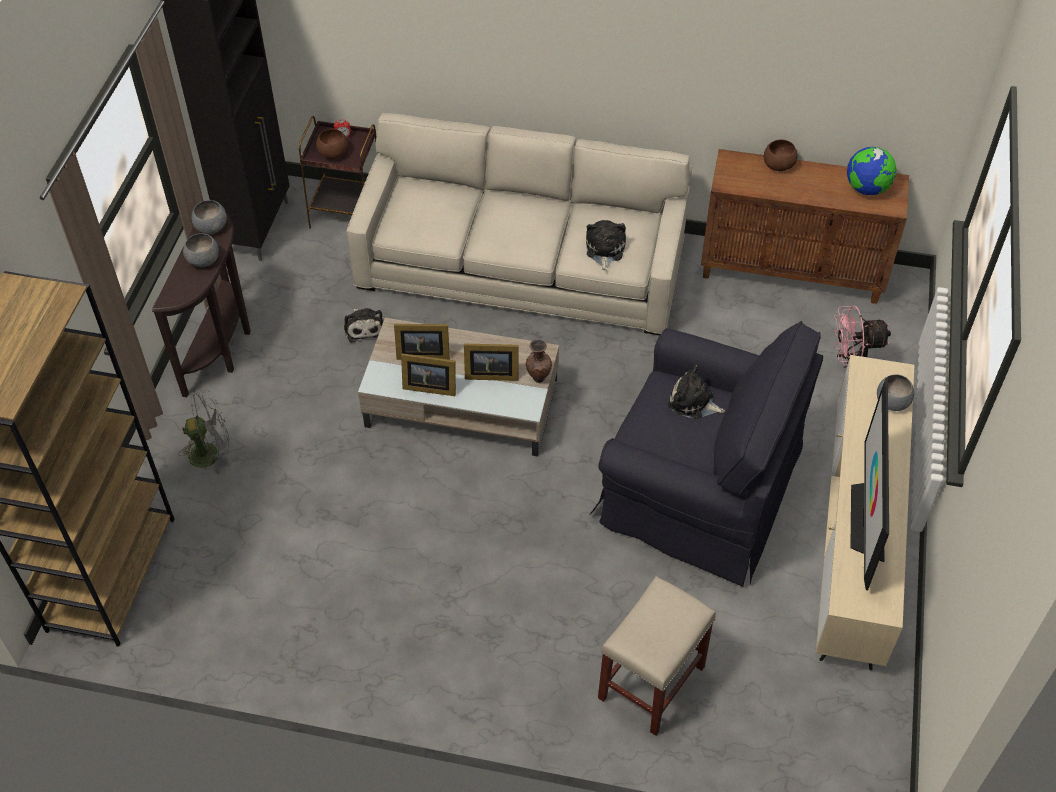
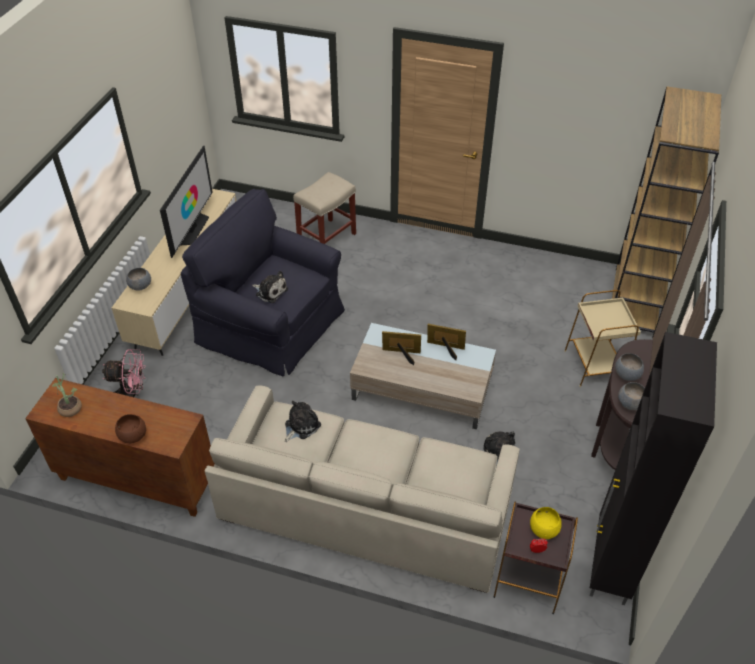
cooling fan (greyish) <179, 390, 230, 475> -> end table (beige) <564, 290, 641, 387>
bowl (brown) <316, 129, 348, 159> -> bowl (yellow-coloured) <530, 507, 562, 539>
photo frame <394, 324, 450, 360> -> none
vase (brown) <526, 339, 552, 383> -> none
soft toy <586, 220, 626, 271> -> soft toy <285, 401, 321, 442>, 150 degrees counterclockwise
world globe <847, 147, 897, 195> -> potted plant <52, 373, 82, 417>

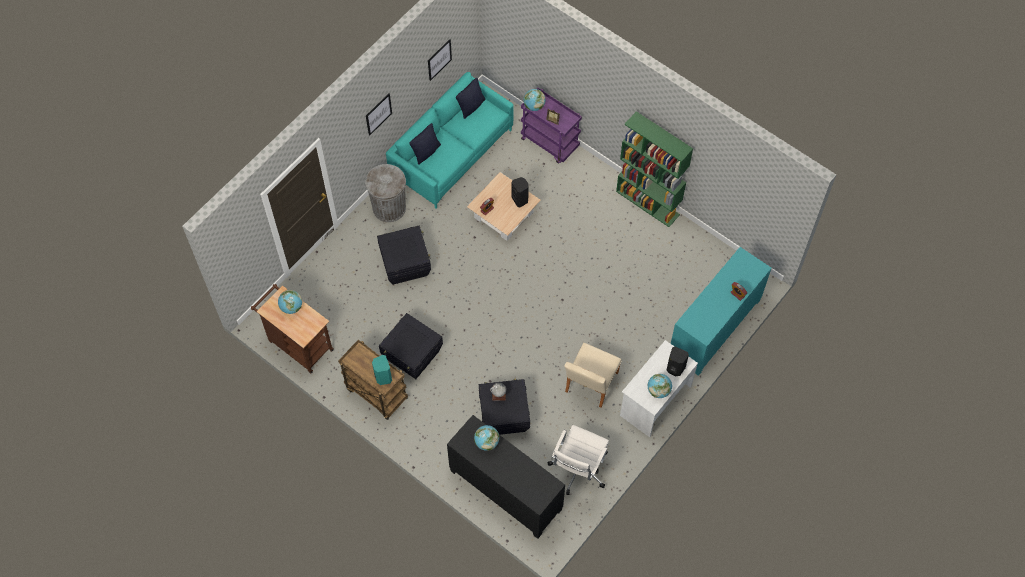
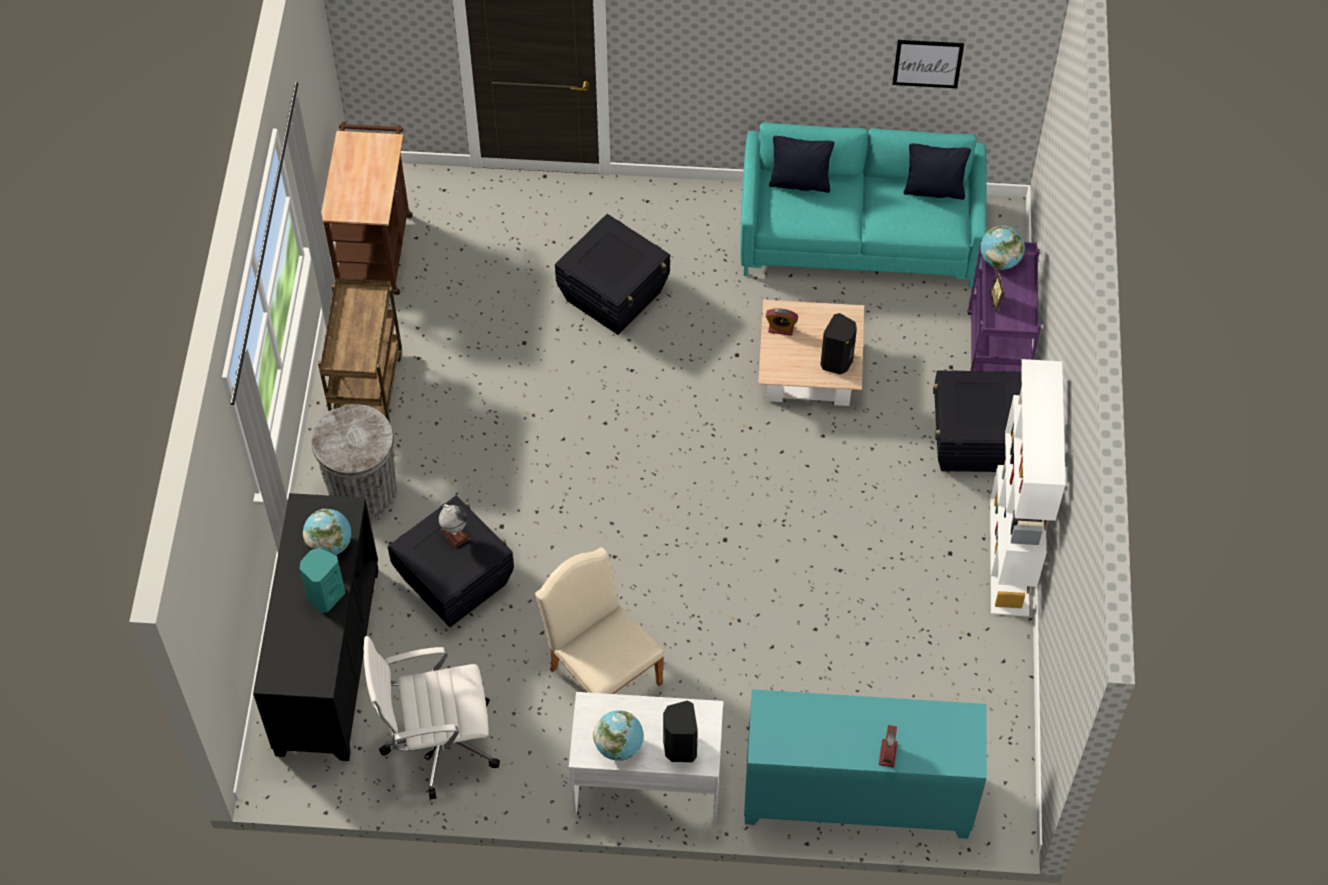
world globe <278, 290, 302, 314> -> none
waste bin (greyish) <365, 164, 406, 222> -> waste bin (greyish) <311, 404, 397, 521>, moved
wall picture <366, 93, 392, 136> -> none
loudspeaker (blue-green) <372, 355, 392, 385> -> loudspeaker (blue-green) <300, 548, 345, 613>, moved
storage box (black) <379, 313, 443, 379> -> storage box (black) <933, 370, 1022, 472>, moved
upright chair (beige) <564, 343, 621, 408> -> upright chair (beige) <535, 547, 664, 694>, 60 degrees clockwise
bookcase (green-coloured) <616, 111, 693, 227> -> bookcase (whitish) <990, 359, 1065, 617>

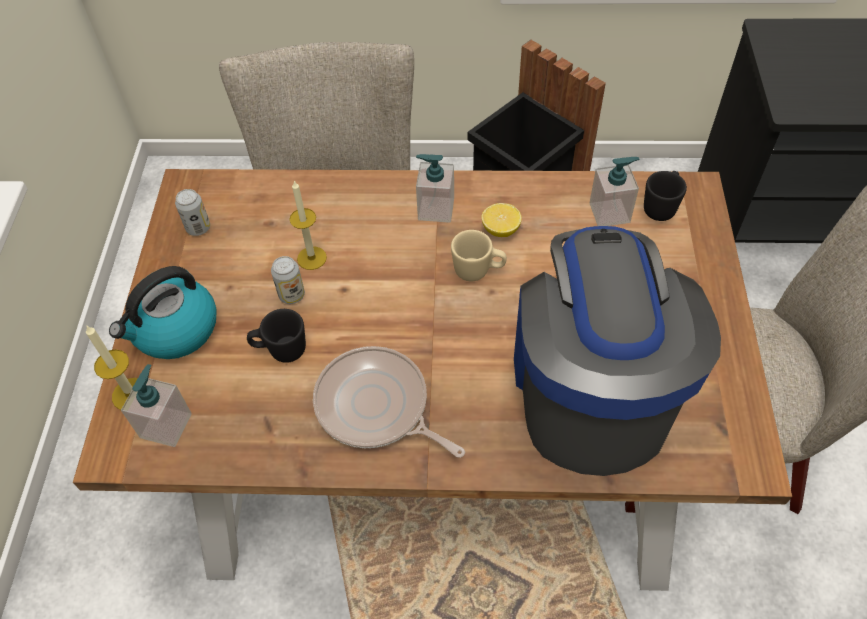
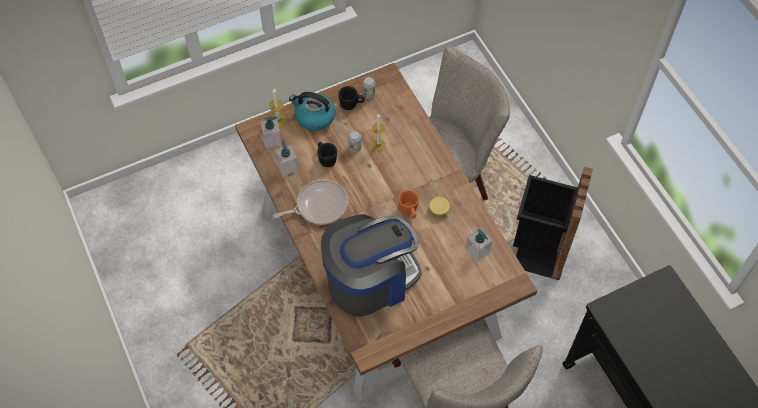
pan <313, 346, 465, 458> -> pan <273, 180, 348, 225>, 60 degrees clockwise
soap bottle <416, 154, 454, 223> -> soap bottle <275, 139, 298, 176>, moved
coffee mug (beige) <451, 230, 507, 281> -> coffee mug (orange-coloured) <398, 190, 419, 219>
coffee mug (black) <644, 171, 687, 221> -> coffee mug (black) <338, 86, 365, 110>, moved

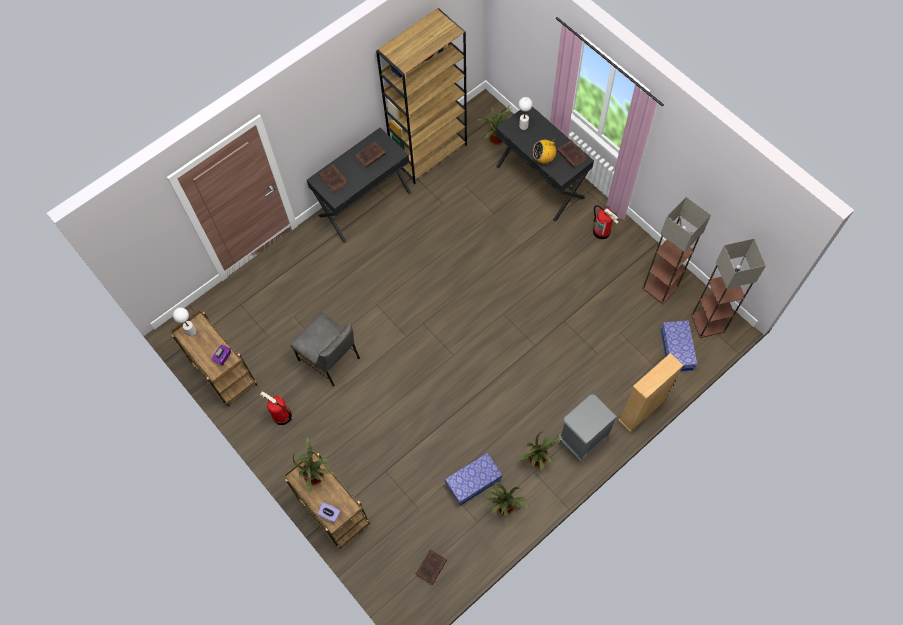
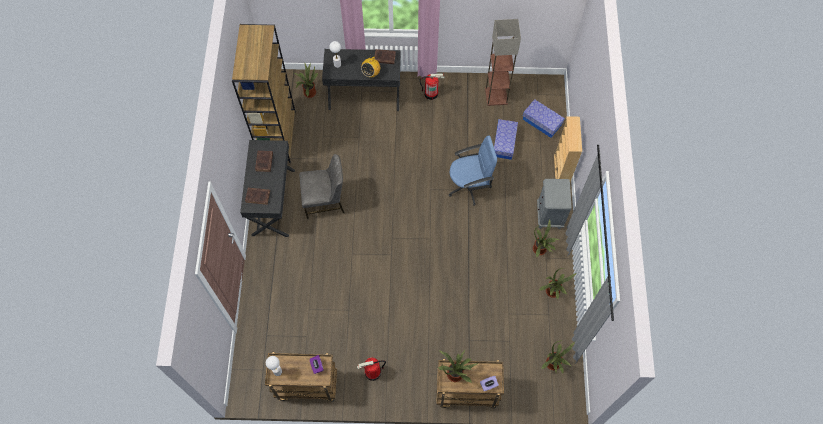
upright chair (greyish) <290, 312, 360, 386> -> upright chair (greyish) <299, 154, 345, 219>, moved
volume (brown) <416, 549, 447, 585> -> potted plant <541, 340, 575, 374>
storage box <445, 453, 502, 506> -> storage box <494, 119, 518, 160>, moved
floor lamp <691, 238, 766, 338> -> none
none -> computer chair (blue-coloured) <449, 135, 497, 206>

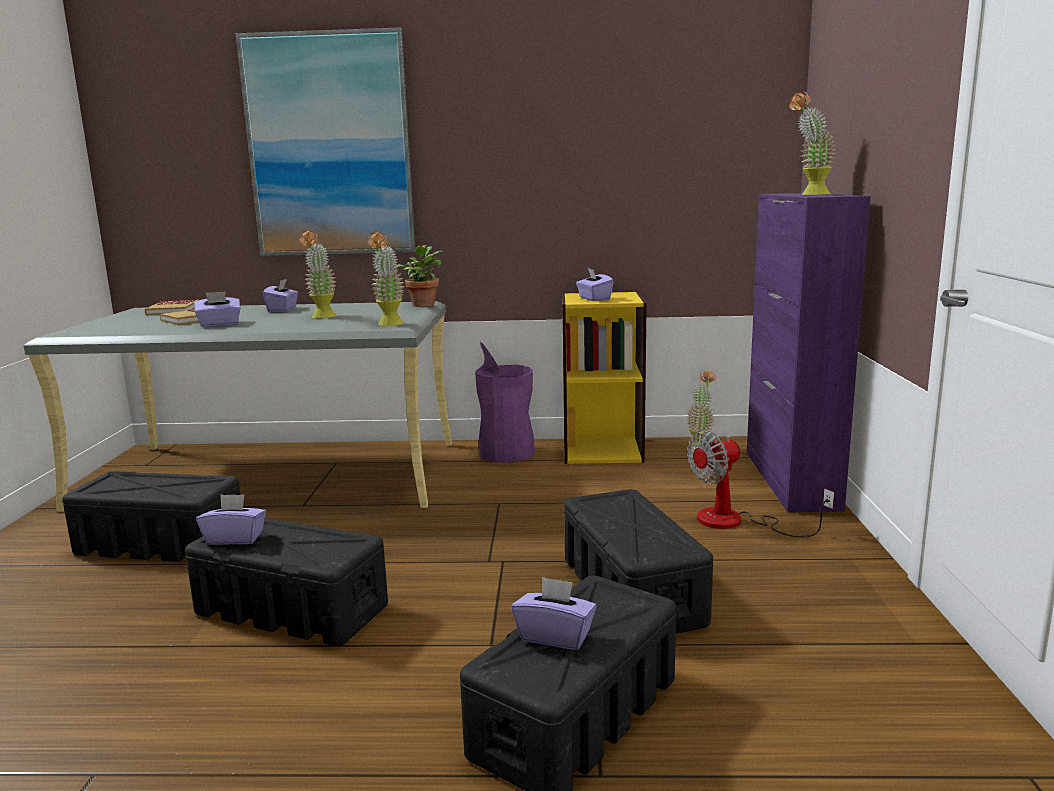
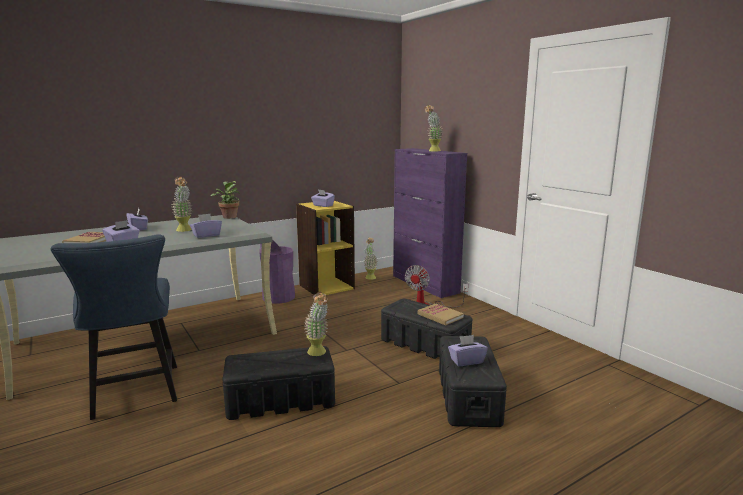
storage box (black) <62, 471, 241, 562> -> upright chair (blue-coloured) <50, 234, 177, 420>
volume <145, 300, 199, 315> -> volume <418, 304, 464, 325>, moved
tissue holder (purplish) <196, 494, 266, 545> -> tissue holder (purplish) <190, 214, 222, 238>, moved
wall picture <236, 27, 416, 256> -> none
potted plant <367, 231, 405, 326> -> potted plant <304, 292, 328, 356>, moved

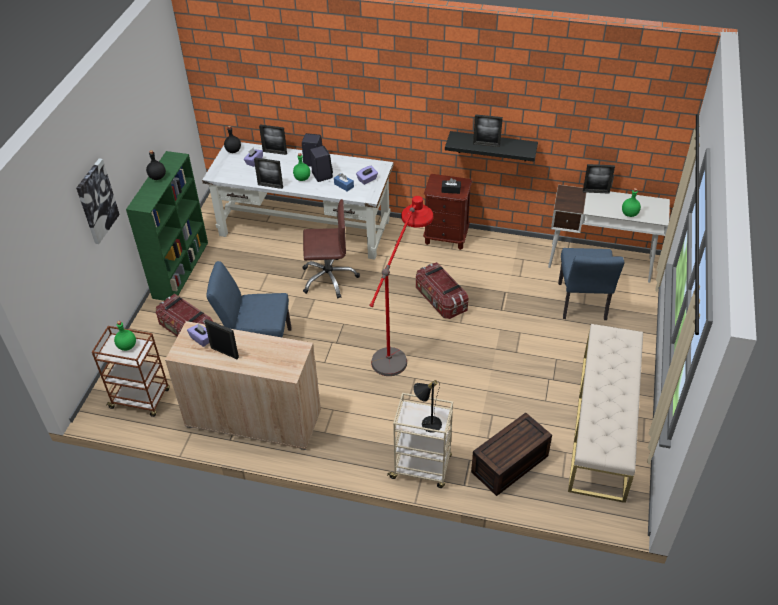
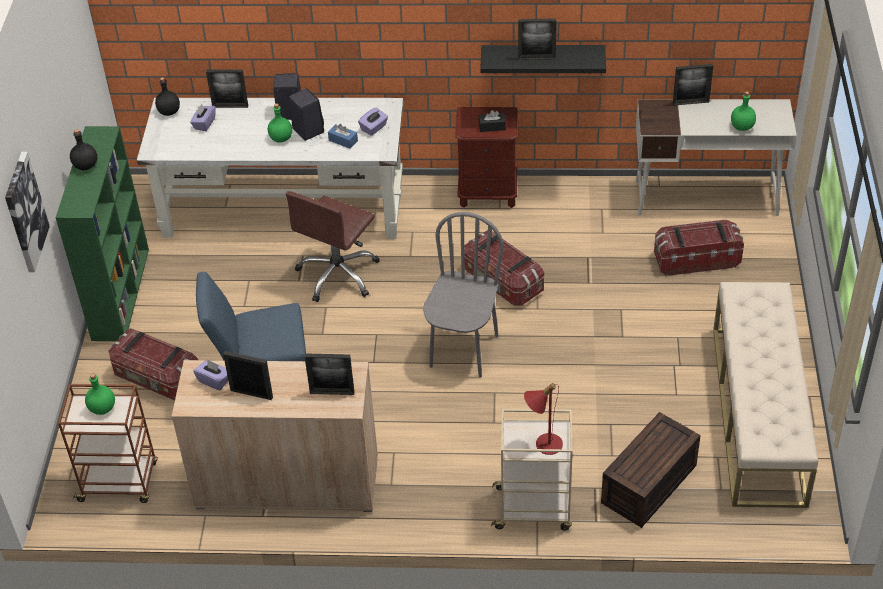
photo frame <254, 158, 283, 189> -> photo frame <305, 353, 354, 395>, moved
computer chair (brown) <302, 199, 360, 299> -> computer chair (brown) <286, 191, 380, 302>, 135 degrees clockwise
floor lamp (reddish) <369, 196, 433, 376> -> upright chair (greyish) <423, 212, 504, 377>
table lamp (black) <413, 380, 442, 433> -> table lamp (reddish) <524, 383, 563, 455>
upright chair (blue-coloured) <558, 248, 624, 320> -> storage box <654, 220, 744, 276>

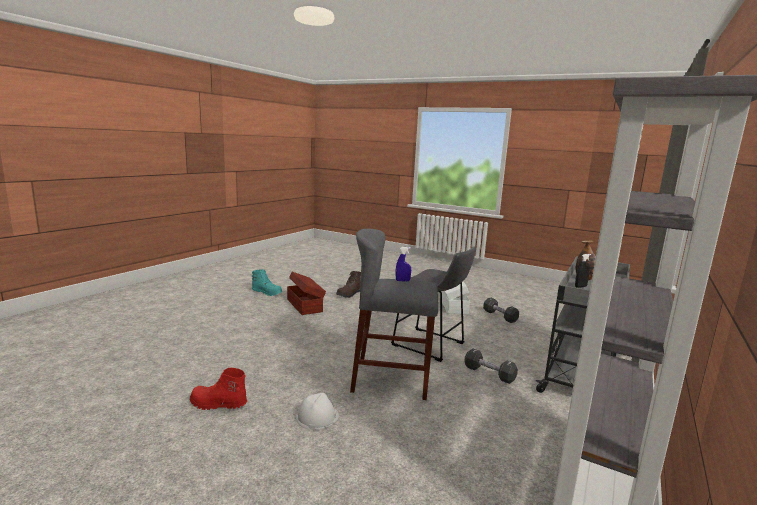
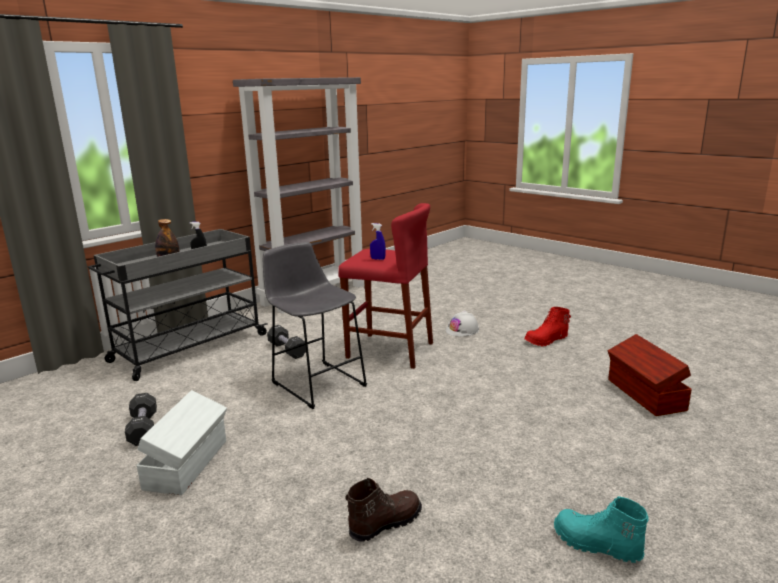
tall boot (reddish) <190, 368, 247, 410> -> tall boot (reddish) <524, 307, 571, 346>, 135 degrees clockwise
storage box (brown) <287, 272, 326, 315> -> storage box (brown) <608, 334, 692, 416>, moved
sitting stool (greyish) <350, 229, 438, 400> -> sitting stool (reddish) <338, 203, 433, 369>

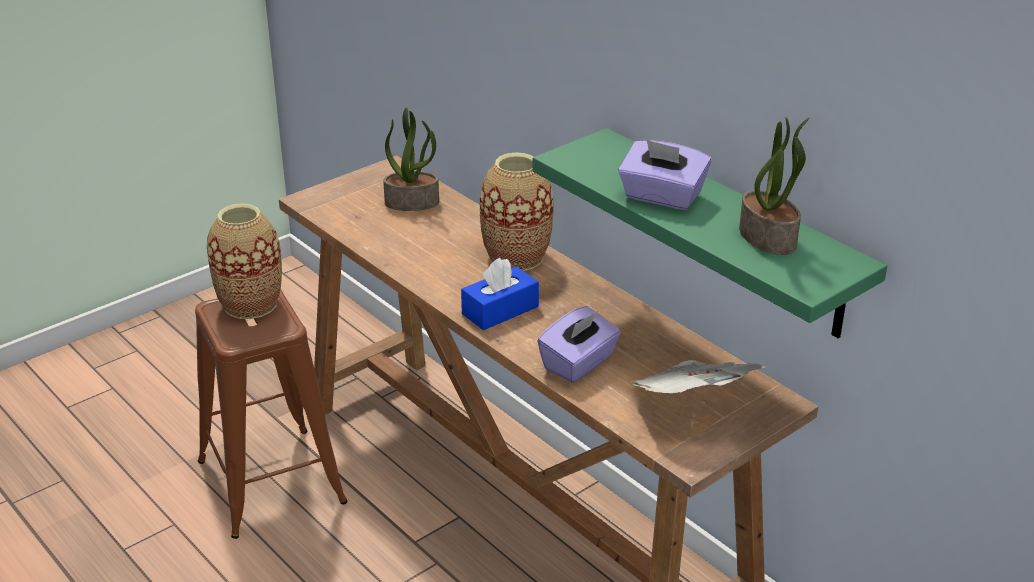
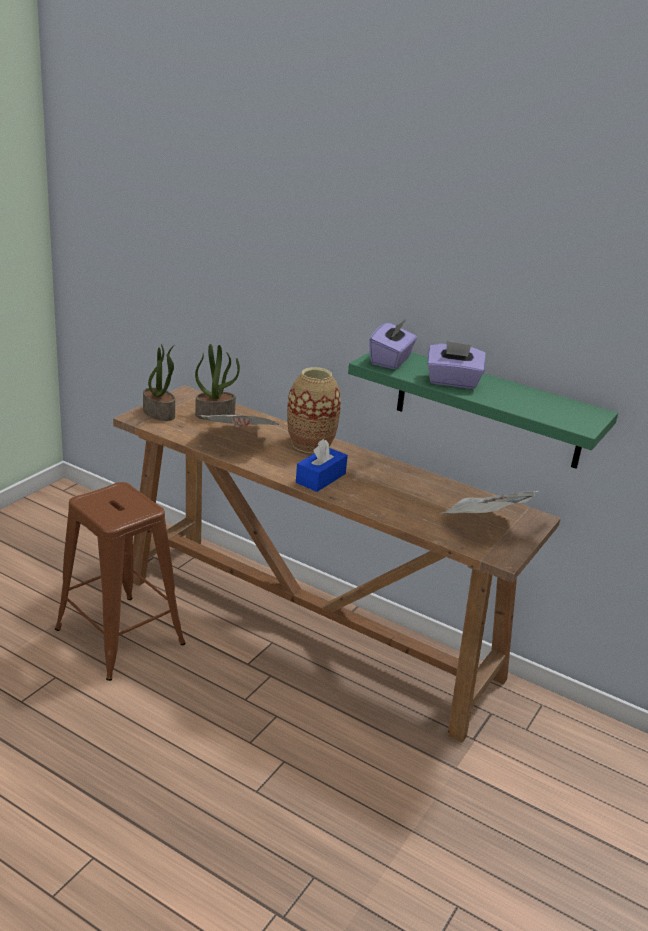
vase <207, 203, 282, 319> -> none
tissue holder (purplish) <537, 306, 621, 383> -> tissue holder (purplish) <369, 319, 417, 369>, moved
potted plant <739, 118, 809, 255> -> potted plant <143, 344, 175, 421>, moved
none -> newspaper <198, 415, 279, 428>

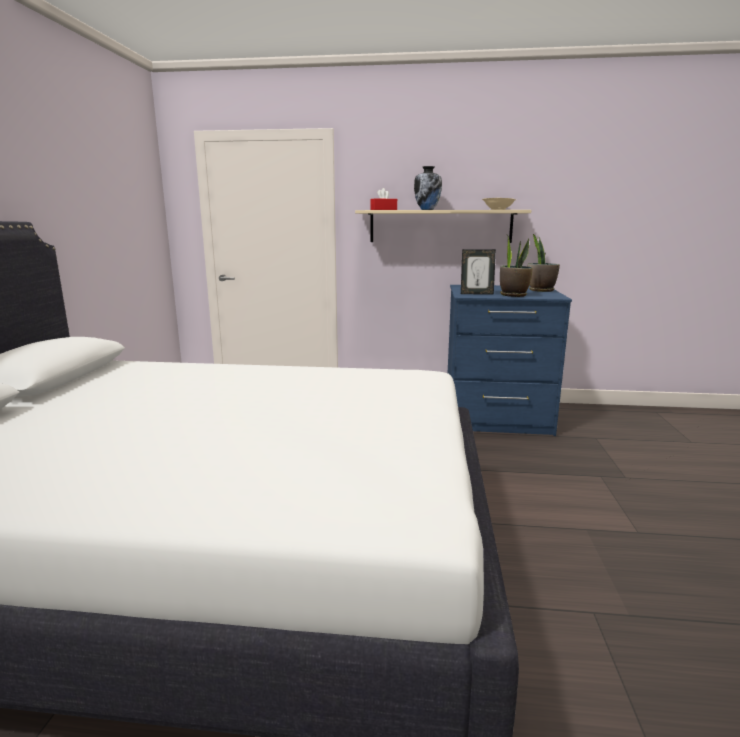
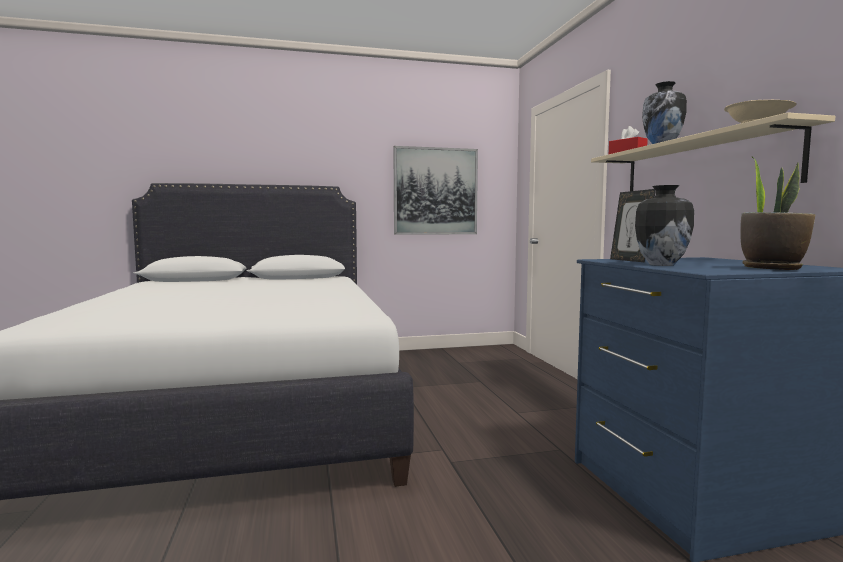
potted plant <500, 235, 533, 297> -> vase <635, 185, 694, 266>
none -> wall picture <393, 146, 478, 235>

